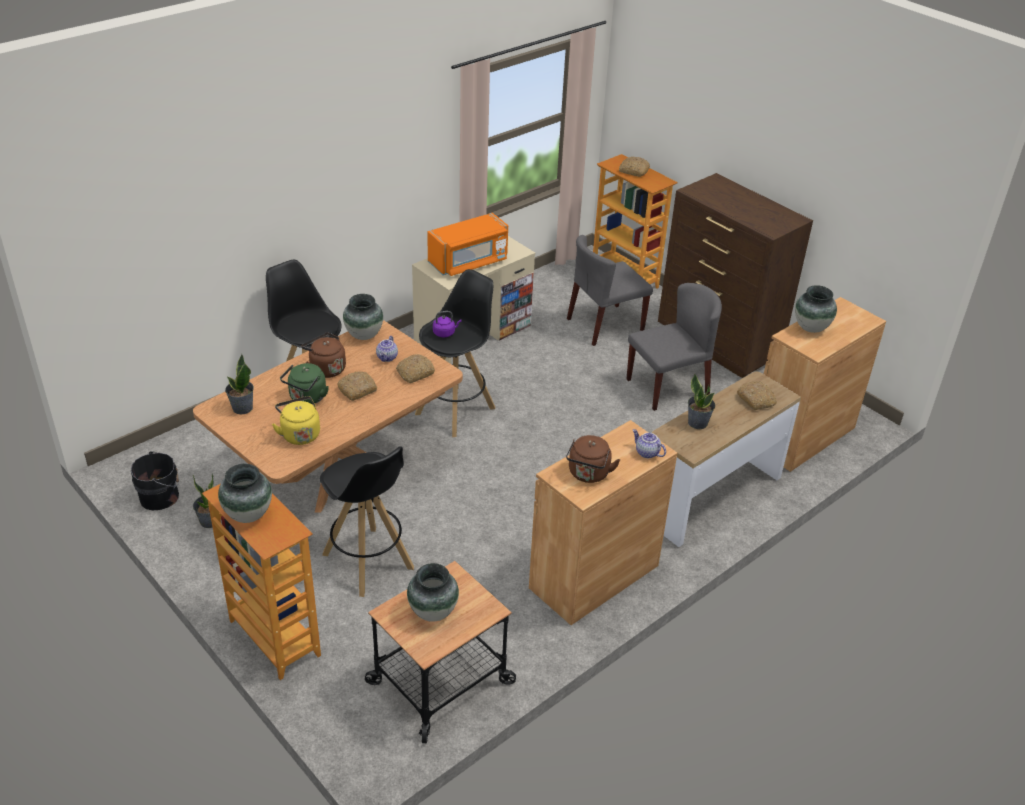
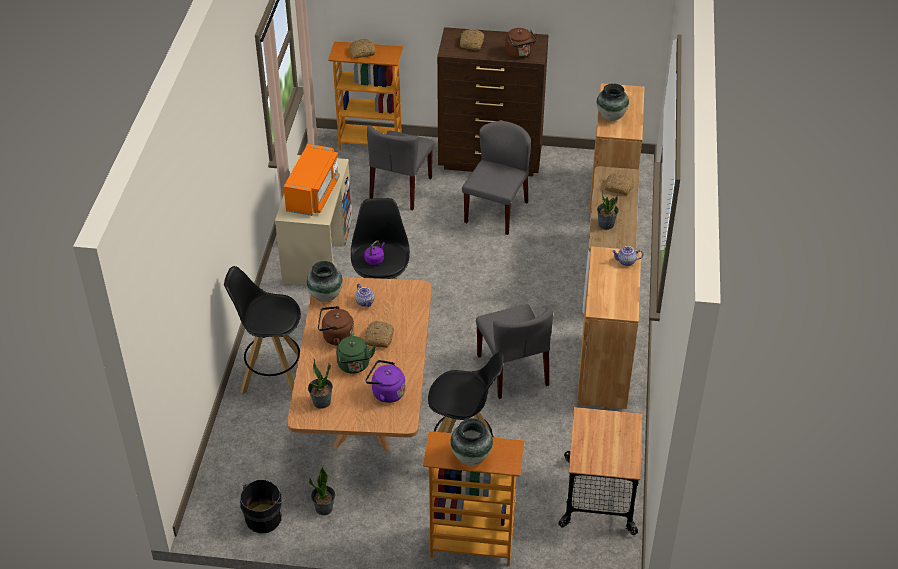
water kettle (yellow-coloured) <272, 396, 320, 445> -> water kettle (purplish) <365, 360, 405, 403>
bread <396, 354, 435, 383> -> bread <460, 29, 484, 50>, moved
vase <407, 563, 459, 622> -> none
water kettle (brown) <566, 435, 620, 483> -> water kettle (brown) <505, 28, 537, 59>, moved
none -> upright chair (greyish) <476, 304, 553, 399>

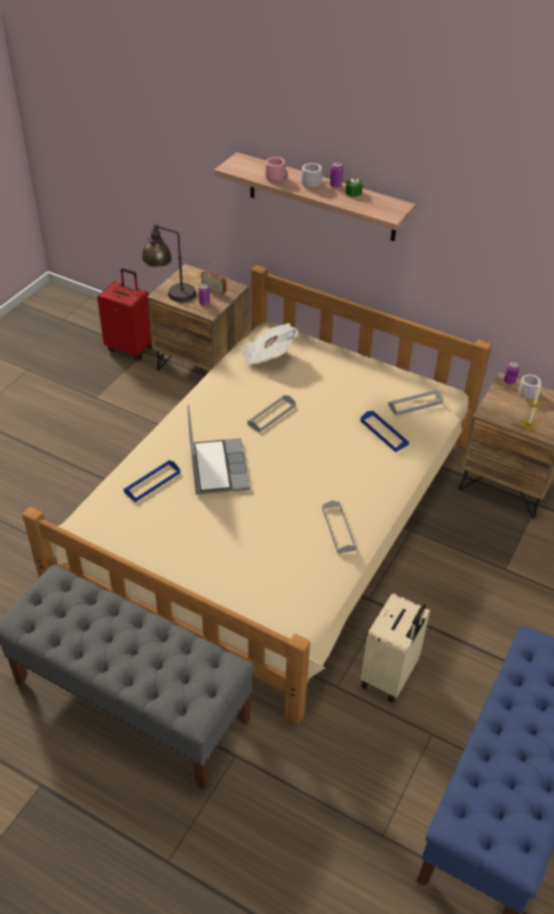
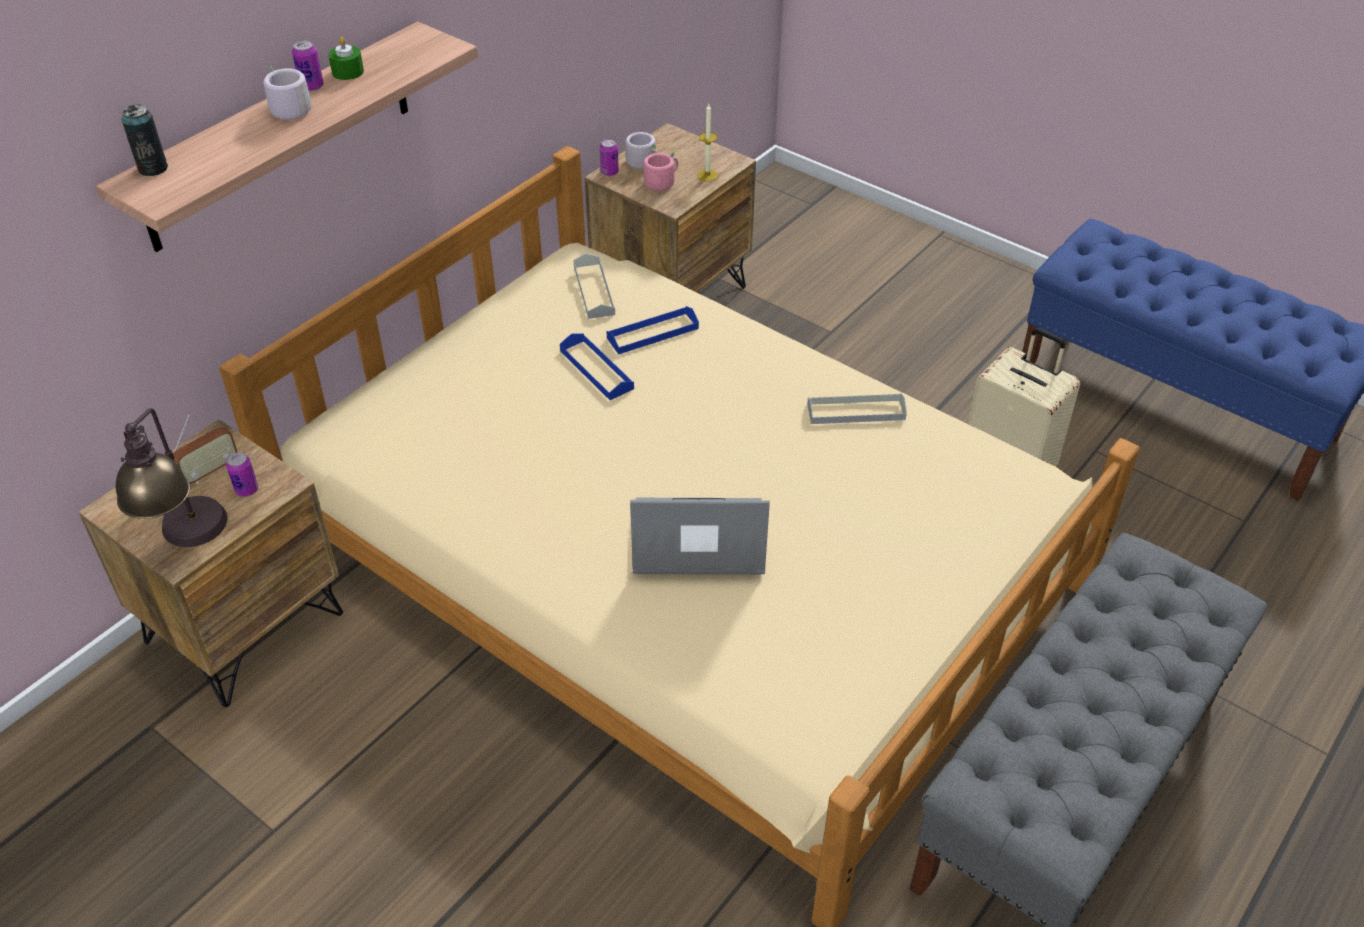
piece of luggage (reddish) <97, 268, 152, 361> -> none
carrying tray (blue-coloured) <124, 460, 180, 502> -> carrying tray (blue-coloured) <560, 333, 634, 400>, moved
newspaper <241, 323, 298, 366> -> none
carrying tray (greyish) <247, 395, 296, 433> -> none
coffee mug (pink-coloured) <265, 157, 288, 182> -> coffee mug (pink-coloured) <634, 152, 678, 191>, moved
none -> sealed can <122, 104, 168, 176>

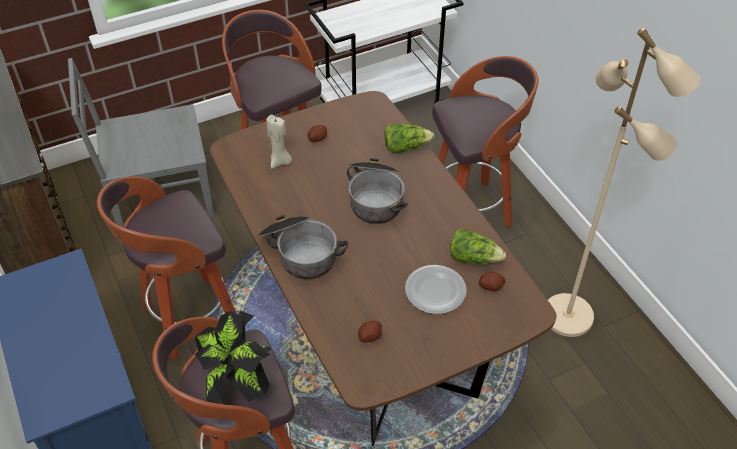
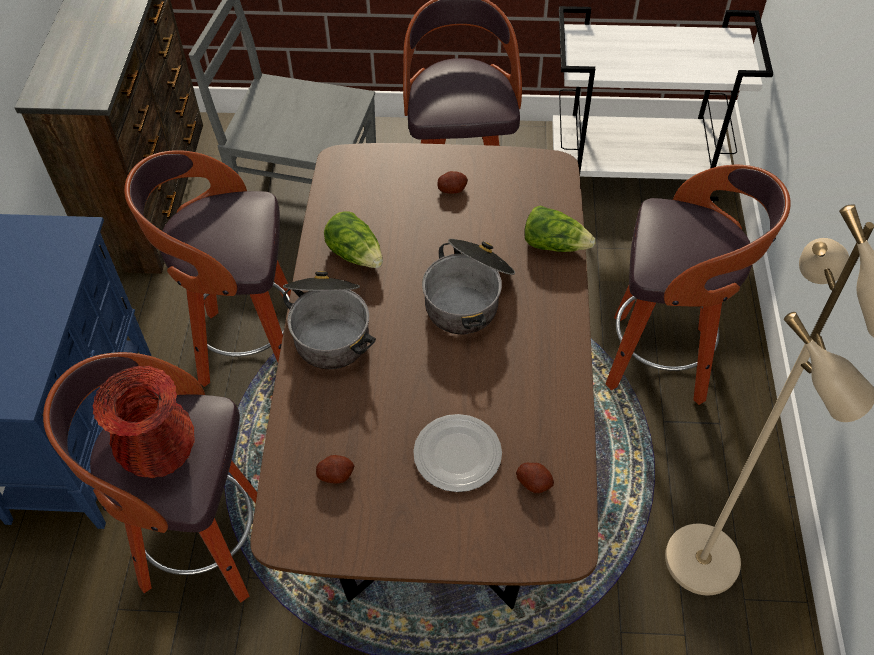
potted plant <195, 311, 271, 404> -> vase (reddish) <92, 366, 195, 478>
candle (beige) <266, 115, 292, 169> -> none
lettuce <450, 228, 506, 264> -> lettuce <324, 211, 383, 268>, moved

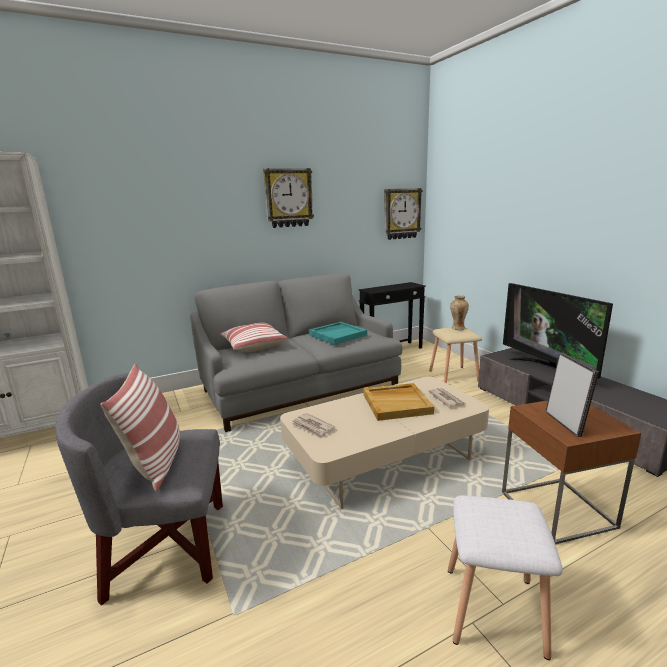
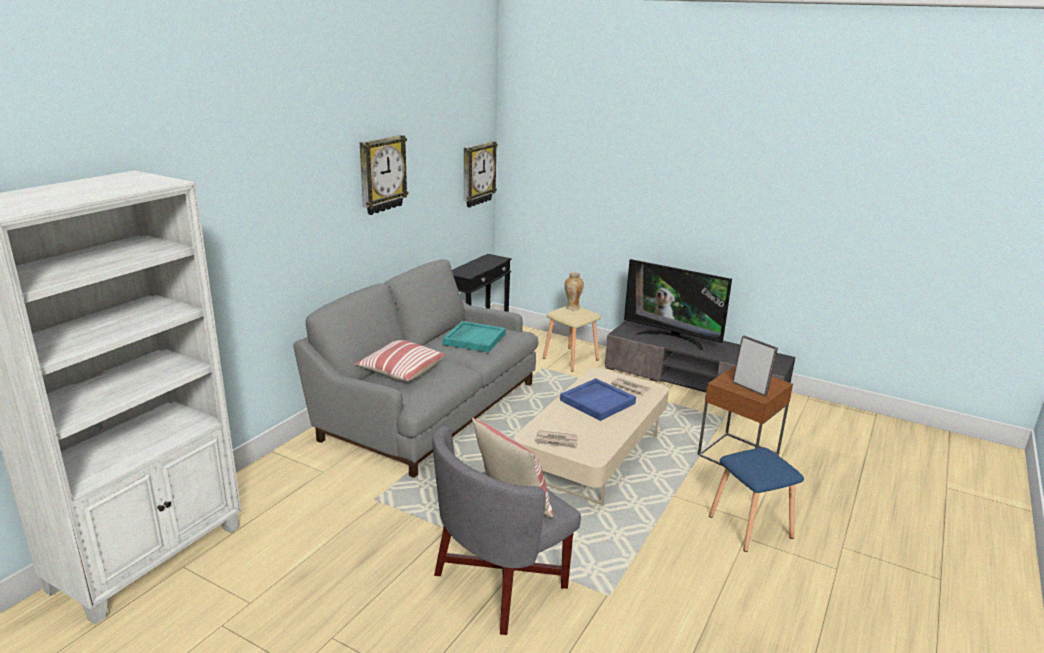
carrying tray (beige) <363, 383, 434, 421> -> carrying tray (blue-coloured) <560, 378, 636, 421>
sitting stool (whitish) <448, 495, 563, 660> -> sitting stool (blue-coloured) <709, 447, 804, 552>

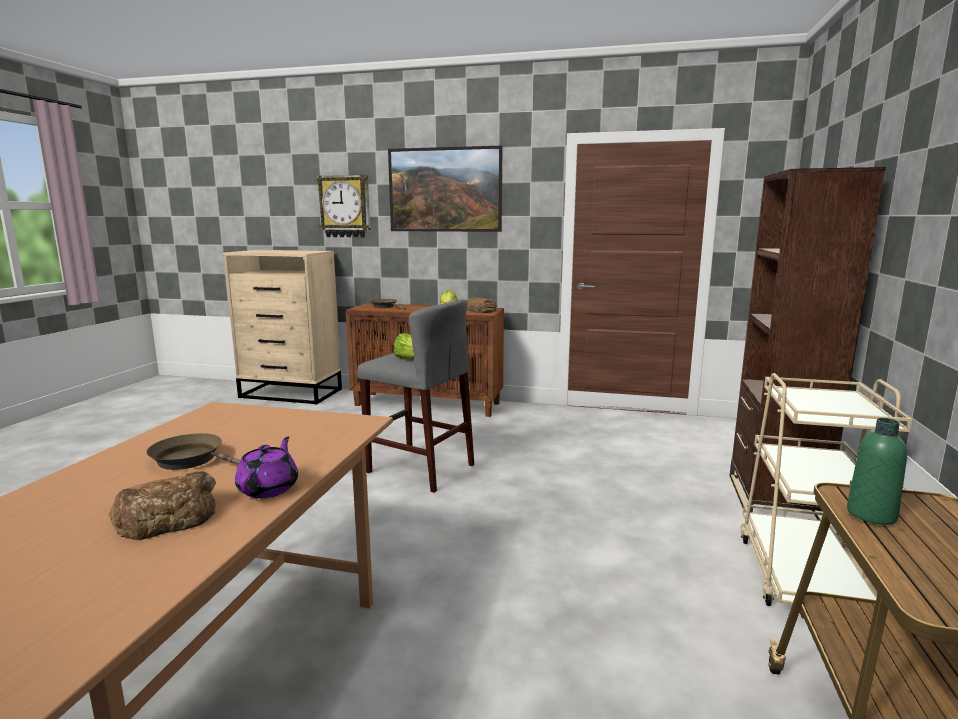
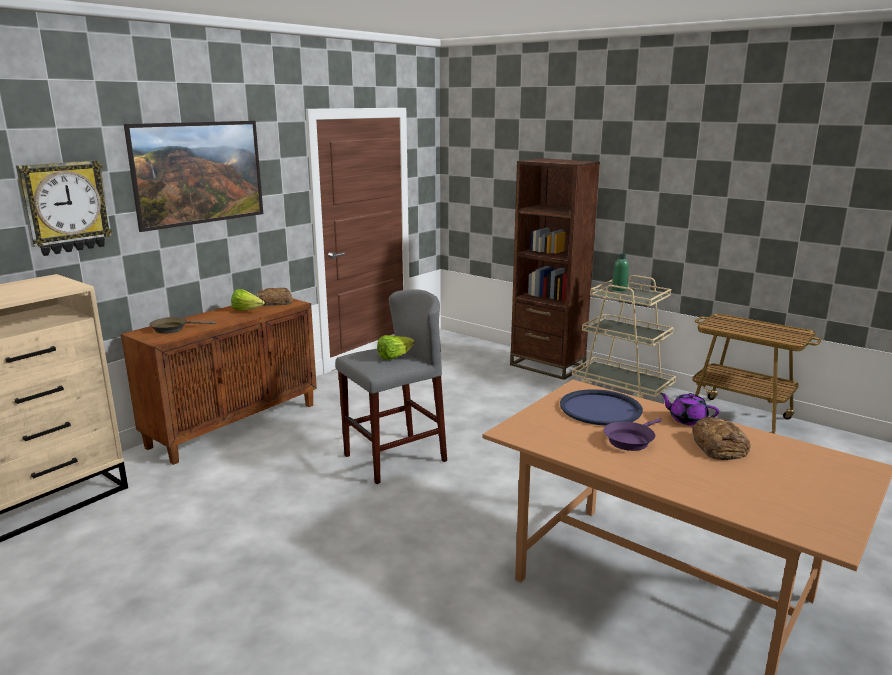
pan (brown) <146, 433, 240, 470> -> pan (purplish) <604, 418, 662, 451>
bottle (green-coloured) <847, 418, 907, 525> -> bottle (green-coloured) <612, 253, 629, 291>, moved
none -> carrying tray (blue-coloured) <560, 389, 643, 426>

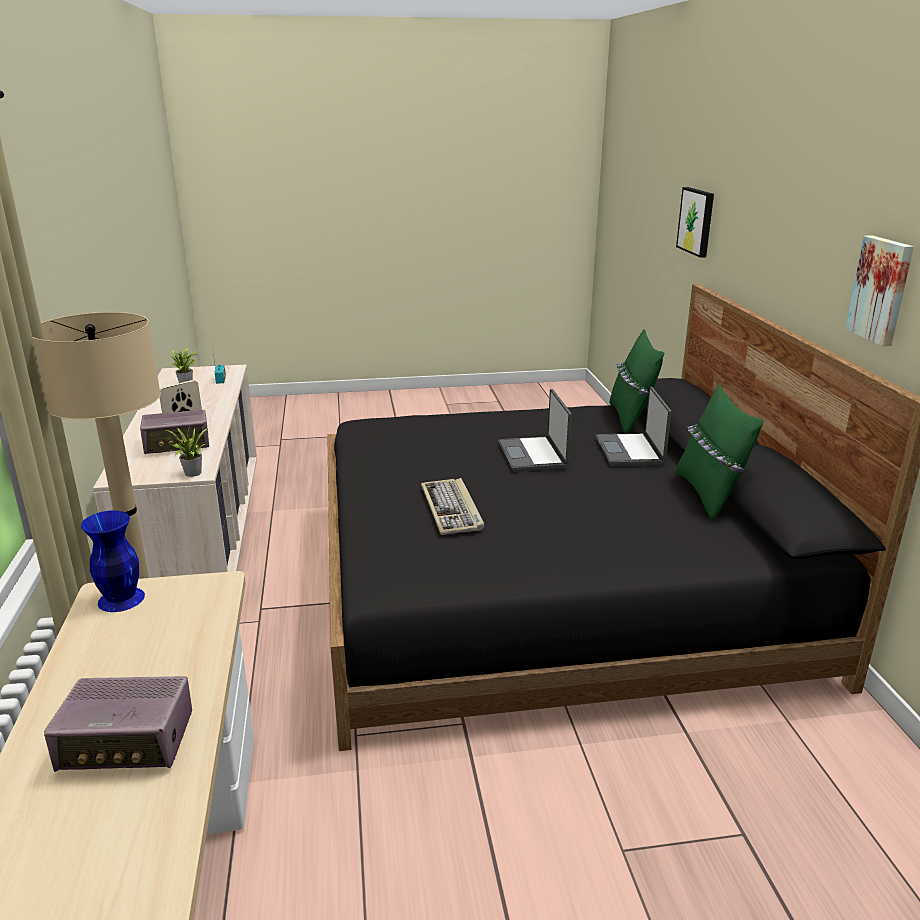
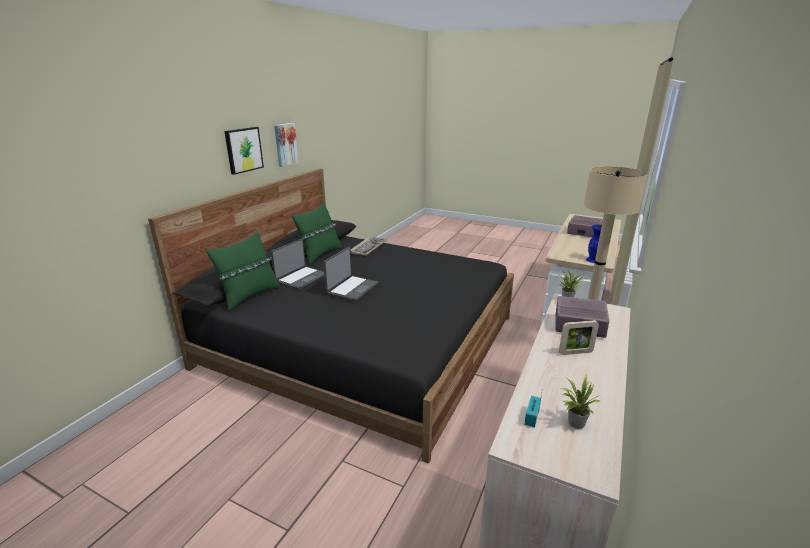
keyboard <421, 478, 484, 535> -> keyboard <351, 236, 387, 256>, moved
wall picture <676, 187, 714, 258> -> wall picture <224, 127, 264, 175>, moved

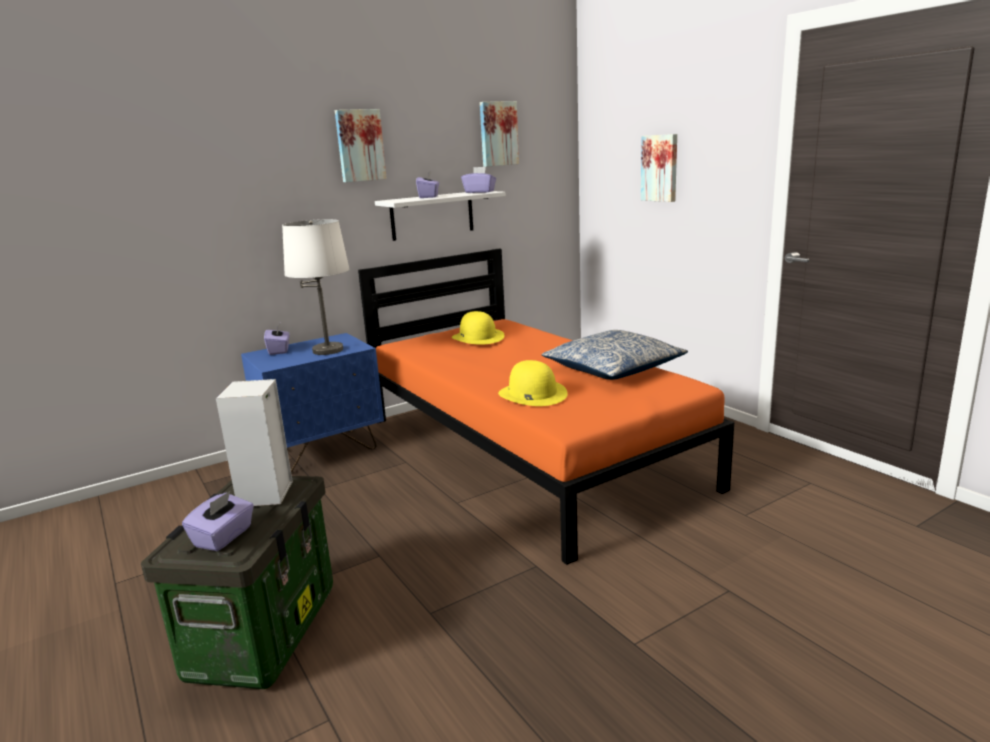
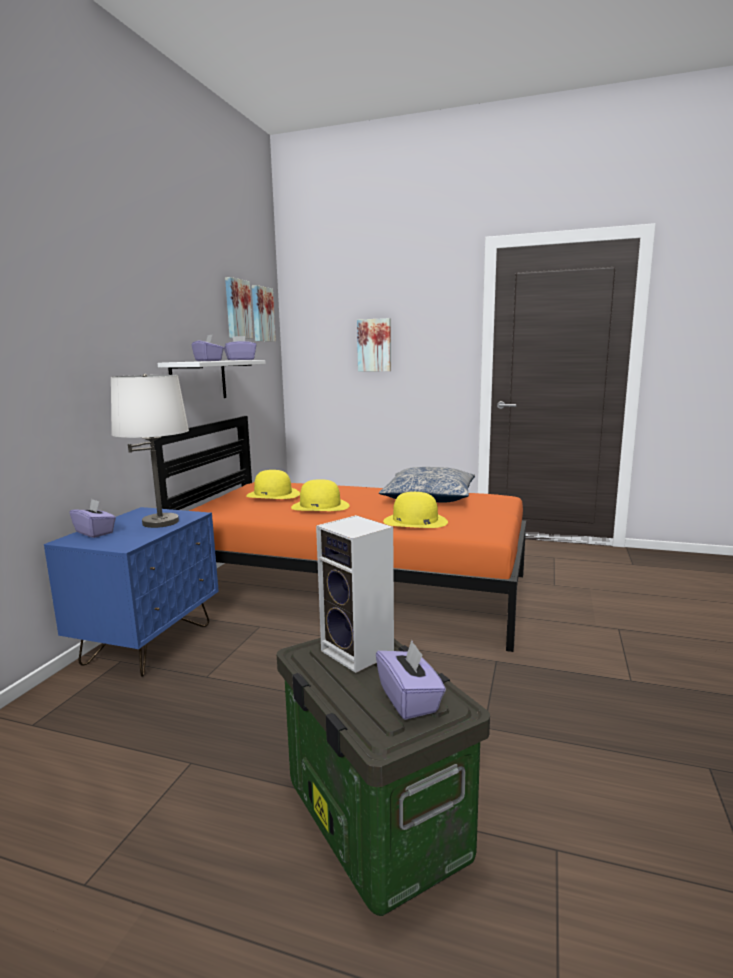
wall picture <335, 109, 387, 182> -> wall picture <252, 285, 276, 342>, moved
none -> clothing hat (yellow-coloured) <291, 479, 350, 511>

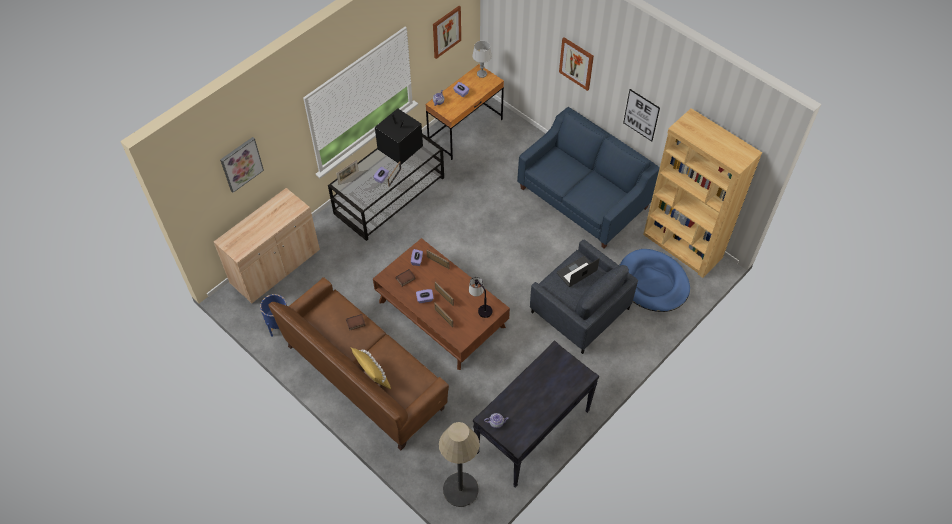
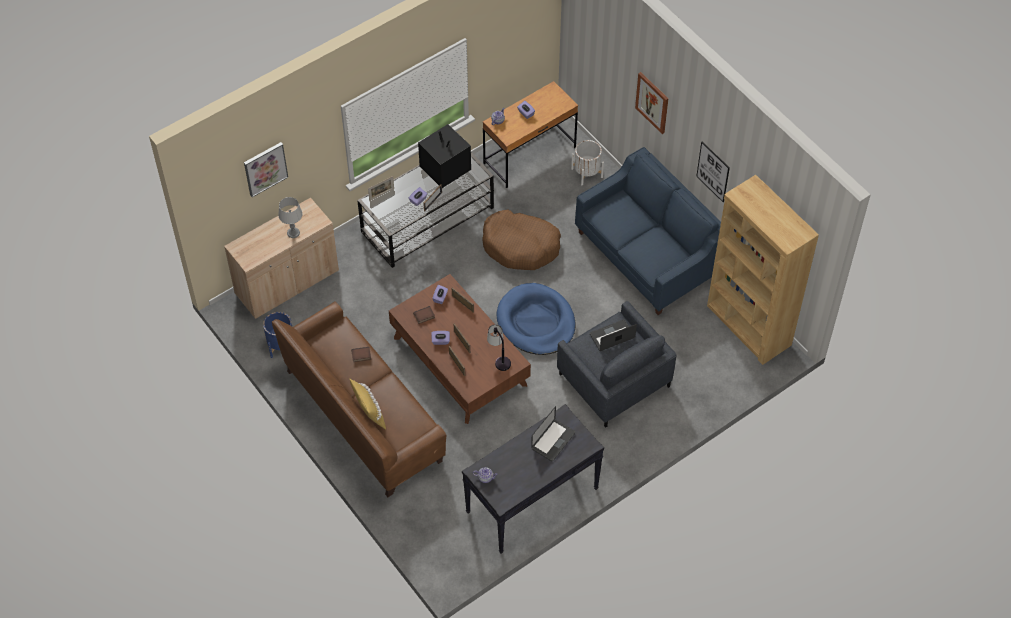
wall picture <433, 6, 461, 59> -> none
floor lamp <439, 422, 480, 507> -> none
table lamp (greyish) <472, 41, 492, 78> -> table lamp (greyish) <278, 197, 303, 238>, moved
dog cushion (blue-coloured) <619, 249, 690, 312> -> dog cushion (blue-coloured) <497, 283, 576, 355>, moved
none -> dog cushion (brown) <482, 209, 561, 270>
none -> notebook computer <531, 406, 576, 462>
none -> planter (whitish) <571, 140, 604, 186>

